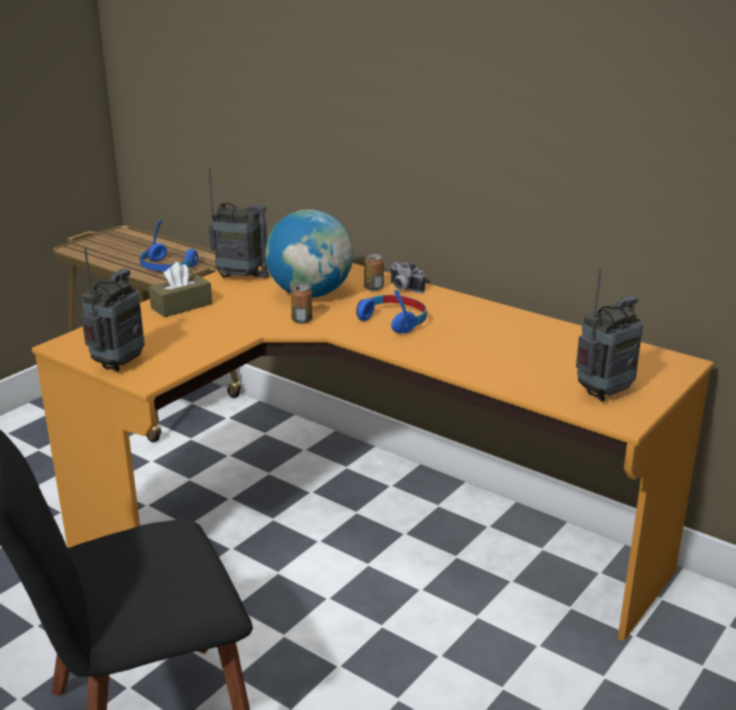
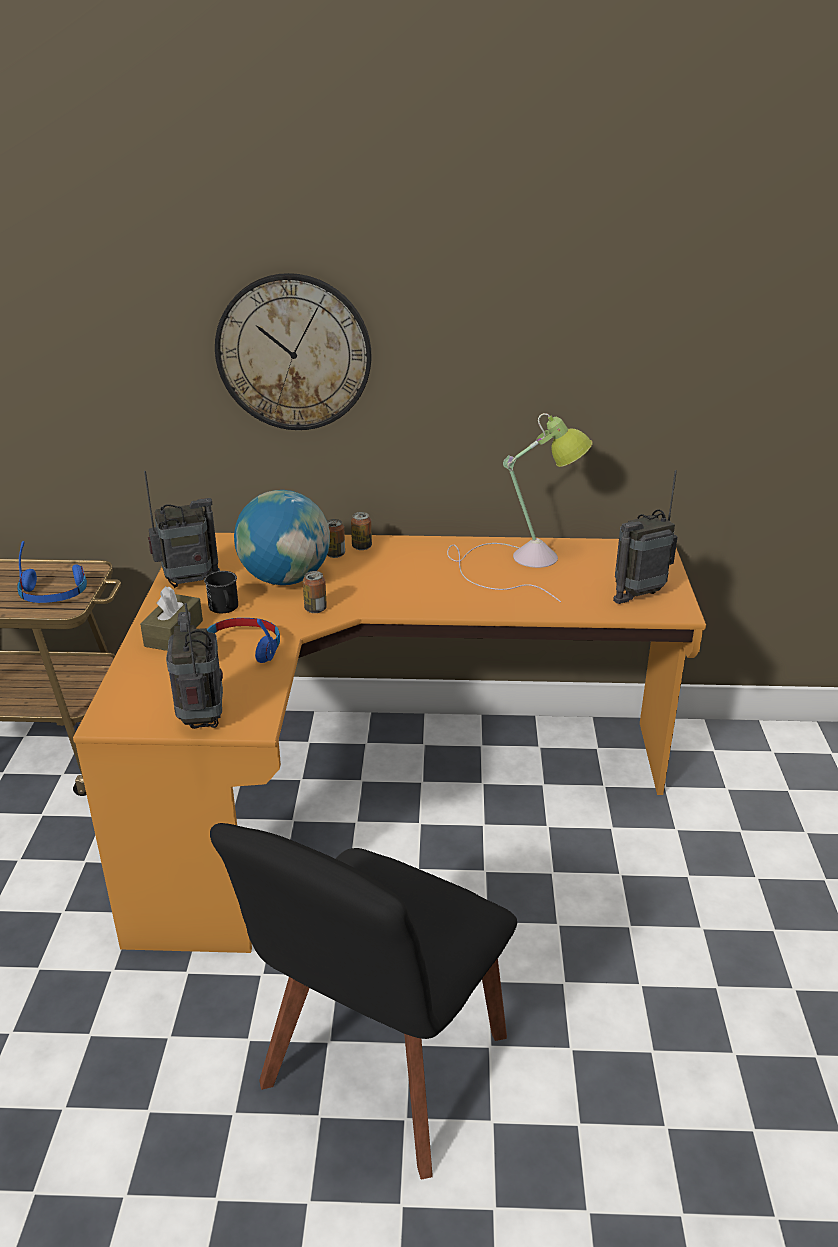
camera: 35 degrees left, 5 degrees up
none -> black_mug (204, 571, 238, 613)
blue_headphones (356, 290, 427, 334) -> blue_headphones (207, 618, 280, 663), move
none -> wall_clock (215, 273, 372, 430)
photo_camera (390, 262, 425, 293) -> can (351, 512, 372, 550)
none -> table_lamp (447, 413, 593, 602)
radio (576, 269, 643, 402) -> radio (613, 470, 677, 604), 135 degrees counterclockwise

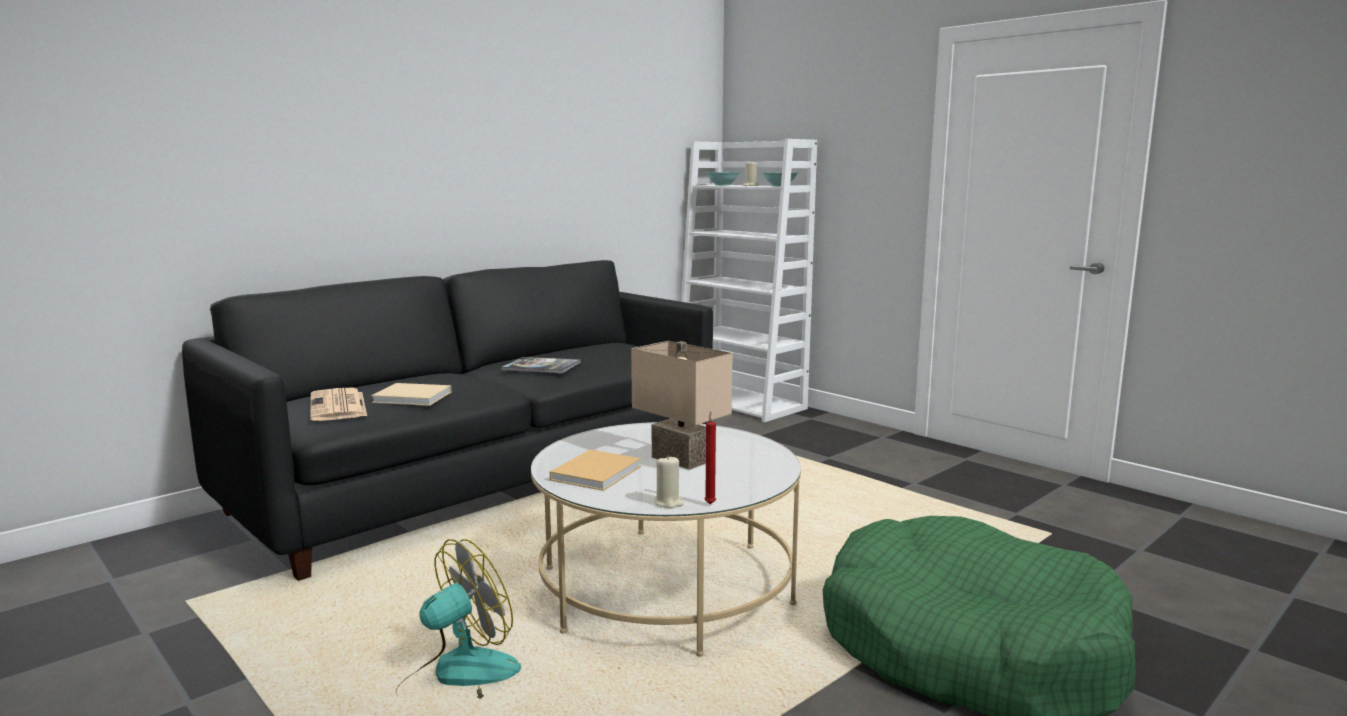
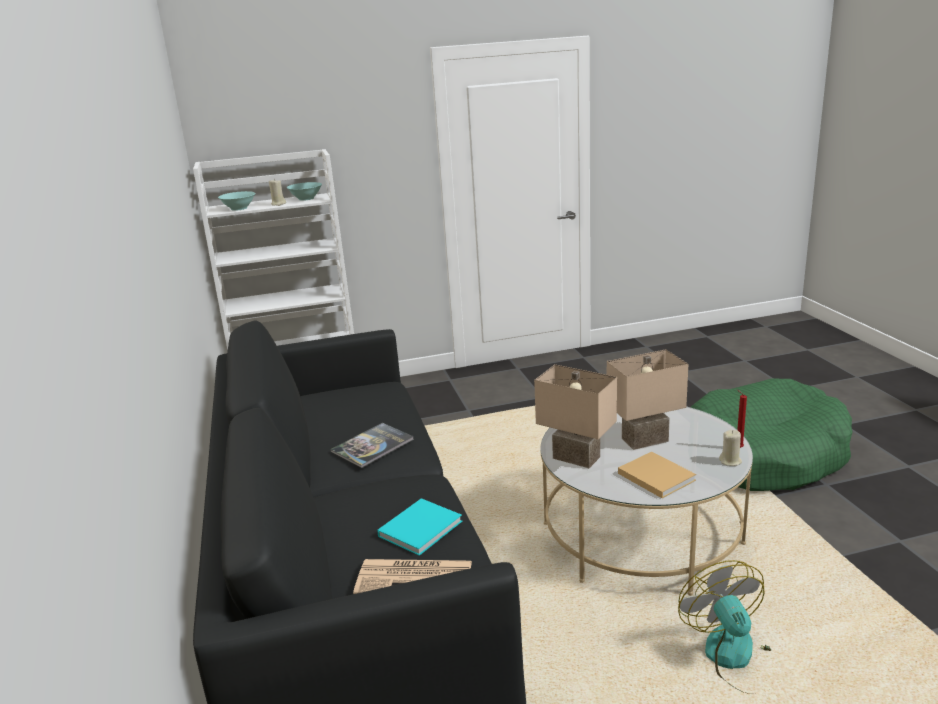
camera: 60 degrees left, 10 degrees up
beige_book (371, 383, 452, 406) -> turquoise_book (377, 498, 462, 556)
none -> beige_table_lamp (534, 364, 617, 468)

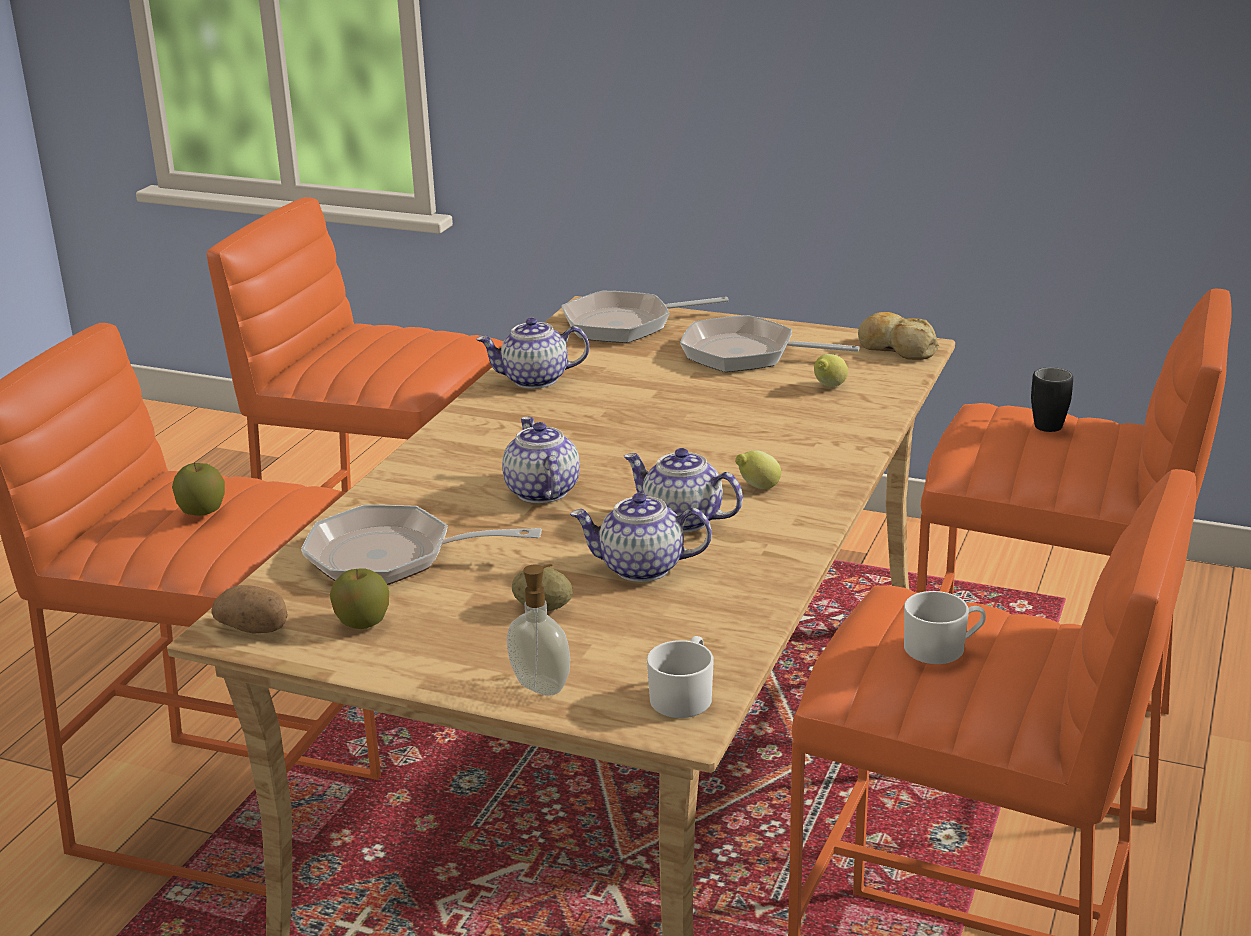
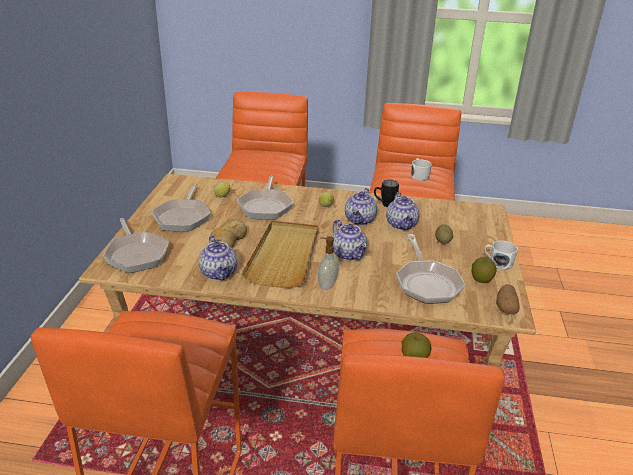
camera: 105 degrees left, 5 degrees up
bread (858, 312, 939, 360) -> bread (210, 219, 247, 248), move
none -> frying_pan (237, 176, 294, 220)
none -> beige_tray (241, 221, 318, 288)
soap_dispenser (507, 564, 570, 695) -> soap_dispenser (318, 236, 339, 290), move
teapot (502, 417, 580, 503) -> teapot (332, 220, 367, 261), 90 degrees counterclockwise
black_mug (1031, 367, 1073, 432) -> black_mug (374, 180, 399, 207), move
white_mug (647, 636, 714, 718) -> white_mug (484, 241, 518, 269), move

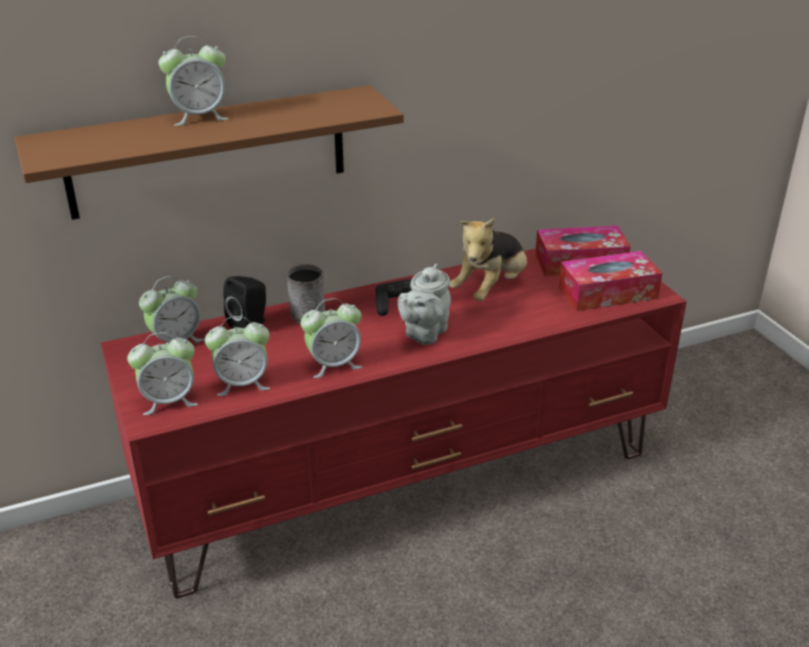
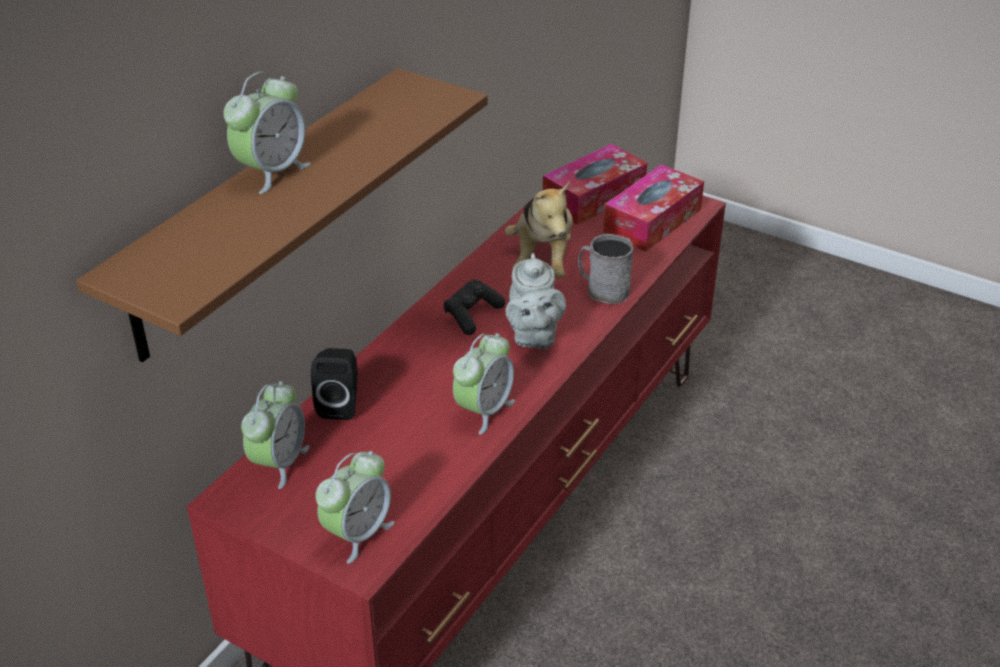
camera: 35 degrees left, 5 degrees up
grey_mug (287, 264, 325, 324) -> grey_mug (578, 234, 633, 305), move
alarm_clock (205, 316, 270, 396) -> none

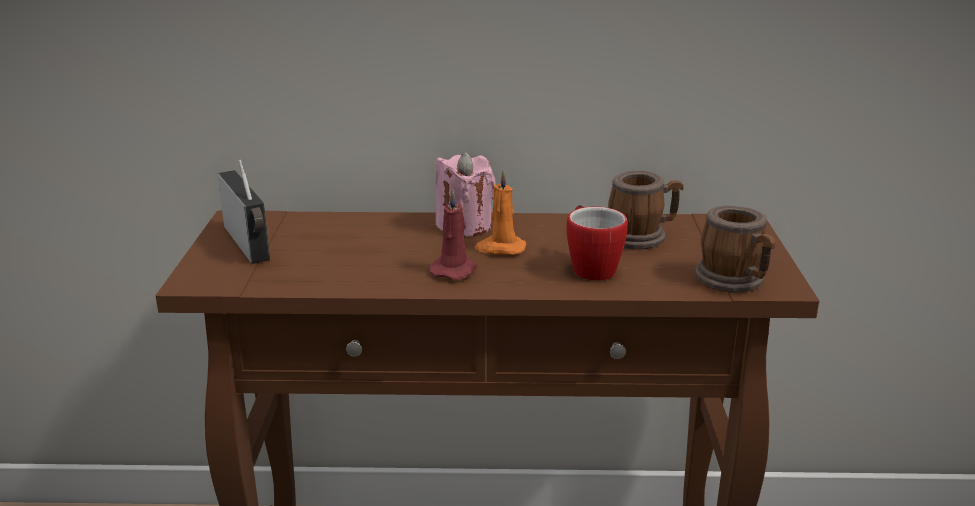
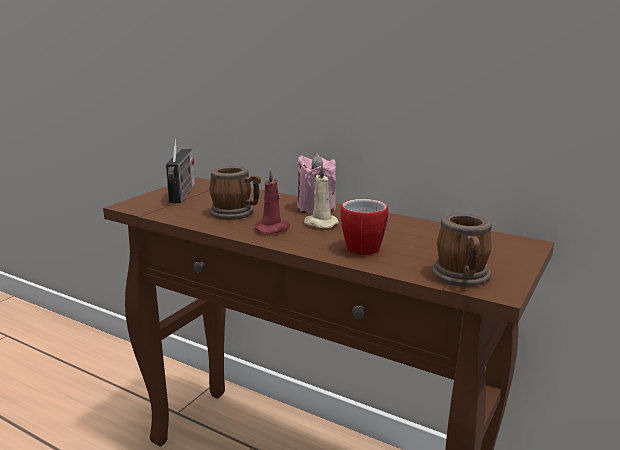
camera: 30 degrees right, 5 degrees down
mug (608, 170, 684, 249) -> mug (209, 166, 261, 220), move
orange_candle (475, 170, 526, 255) -> beige_candle (304, 164, 339, 228)

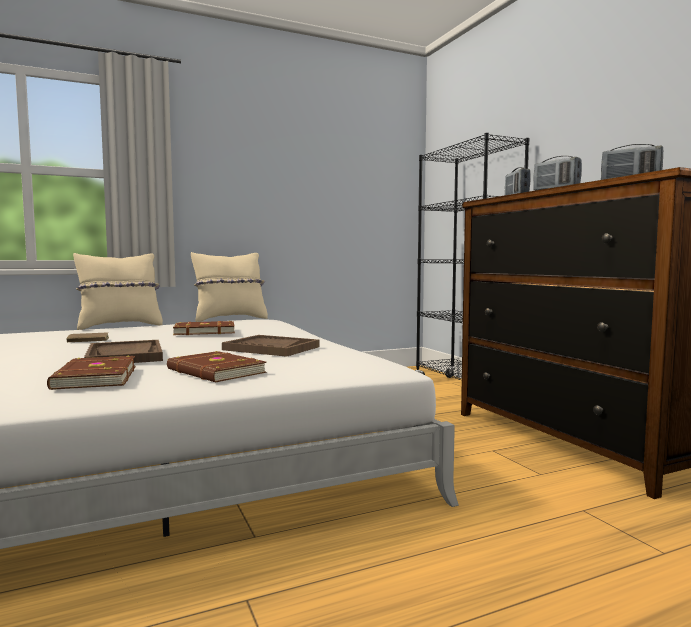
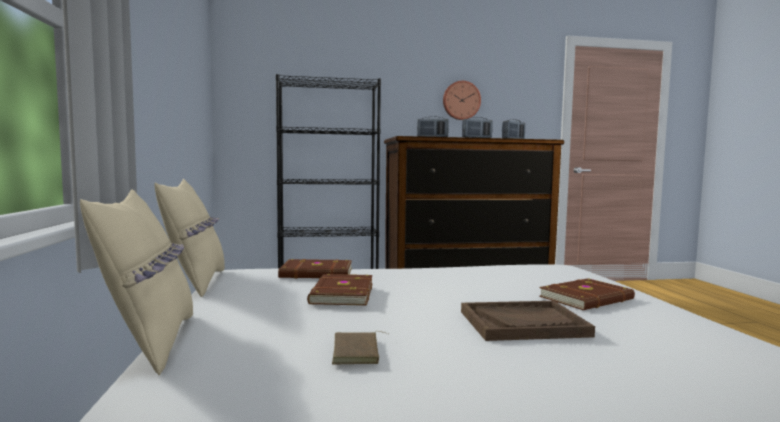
camera: 75 degrees left, 0 degrees up
brown_book (47, 356, 136, 390) -> brown_book (278, 259, 352, 279), move
none -> wall_clock (443, 81, 481, 120)
brown_tray (222, 335, 320, 357) -> none

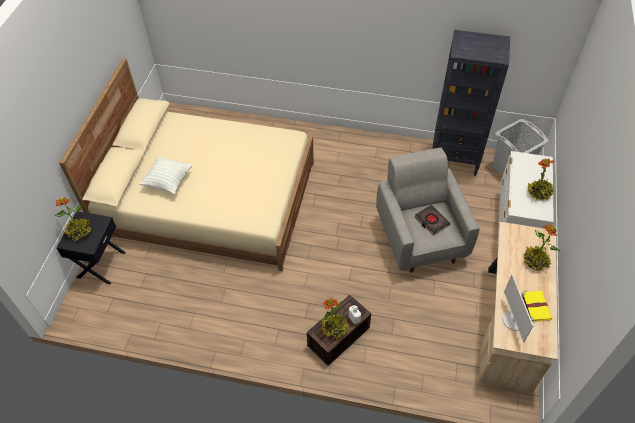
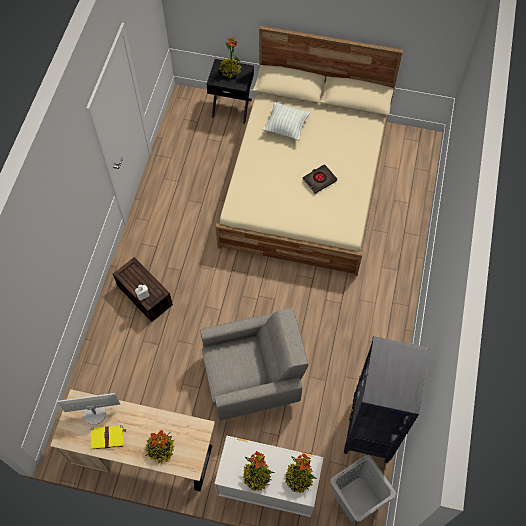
camera: 90 degrees right, 10 degrees up
potted_plant (321, 298, 349, 339) -> potted_plant (285, 453, 317, 493), move
black_book (415, 205, 450, 235) -> black_book (303, 164, 337, 194), move

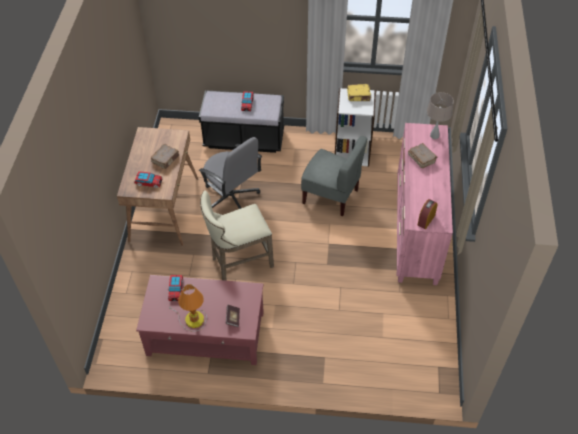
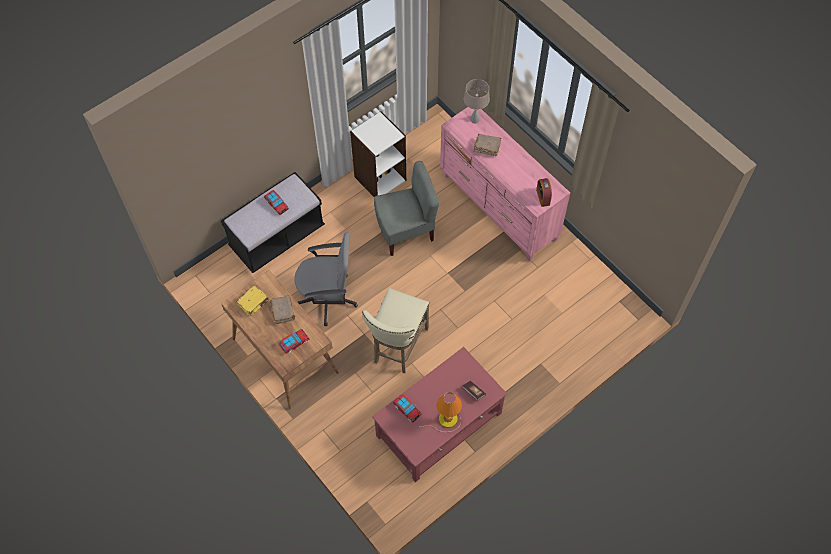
camera: 45 degrees left, 10 degrees up
yellow_book (347, 84, 371, 101) -> yellow_book (236, 286, 269, 316), move

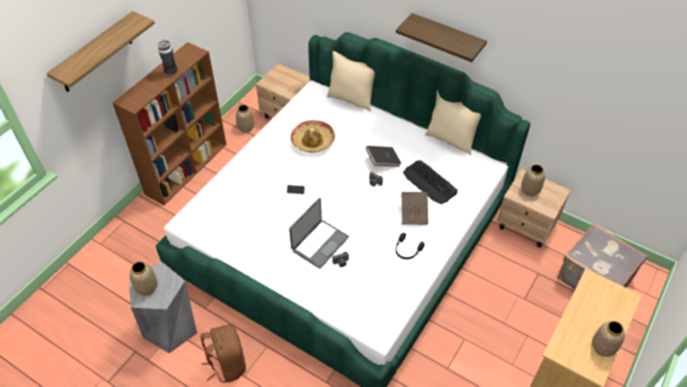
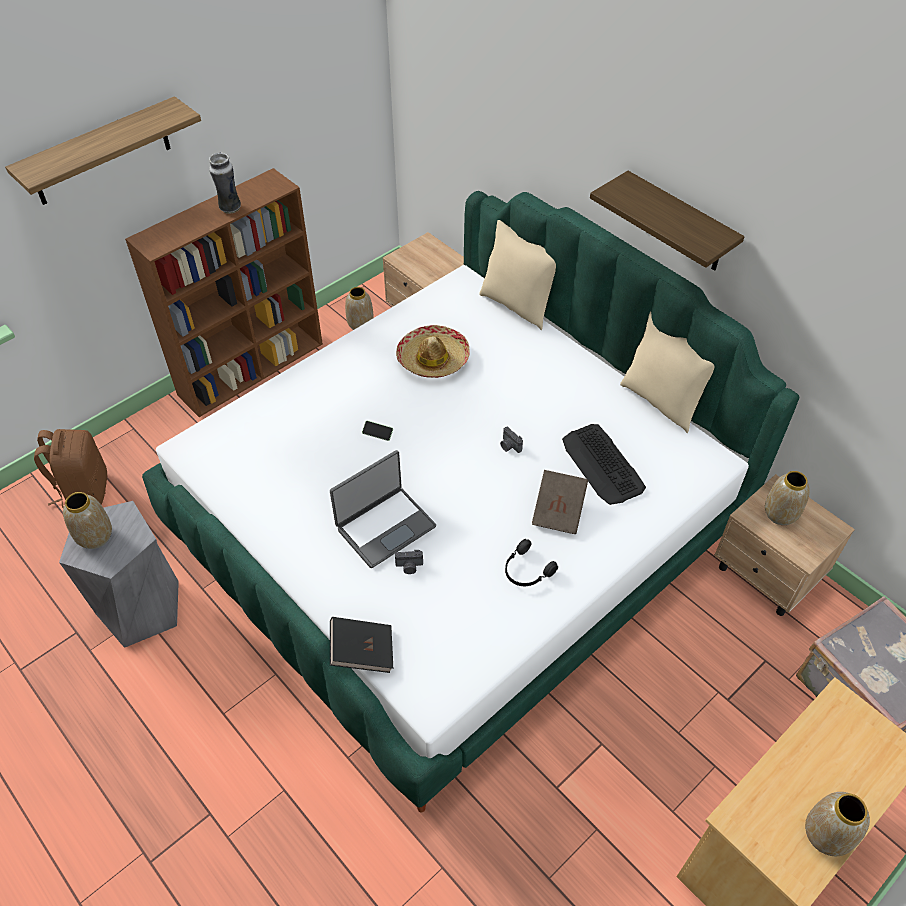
camera: 15 degrees right, 0 degrees up
brown_backpack (200, 324, 246, 383) -> brown_backpack (34, 429, 108, 508), move
black_book (366, 146, 401, 167) -> black_book (330, 617, 393, 673), move

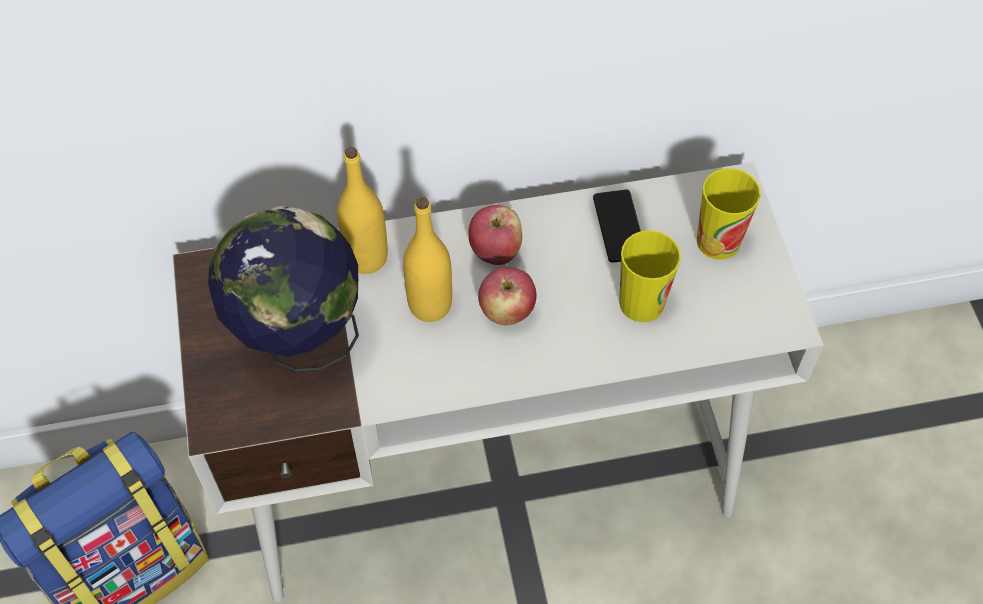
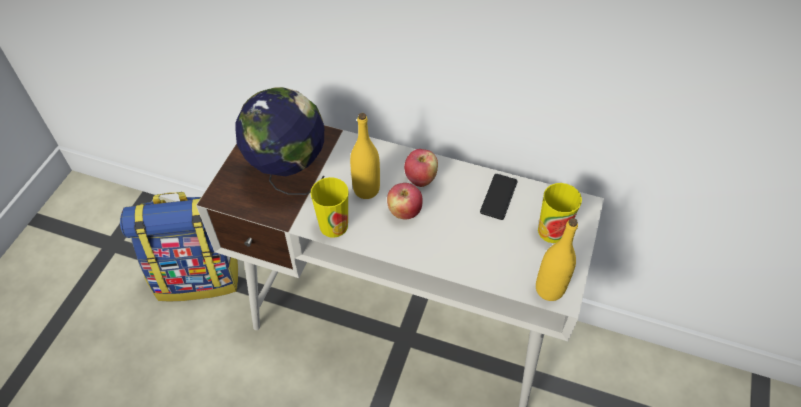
camera: 30 degrees right, 5 degrees down
cup (619, 230, 681, 322) -> cup (310, 177, 349, 238), move
yellow_bottle (337, 147, 388, 274) -> yellow_bottle (536, 218, 578, 301), move

